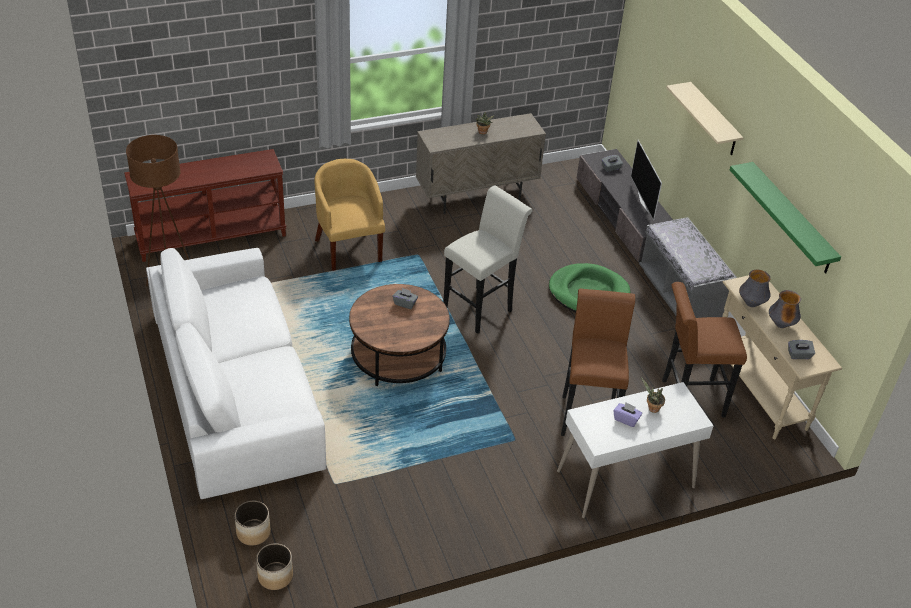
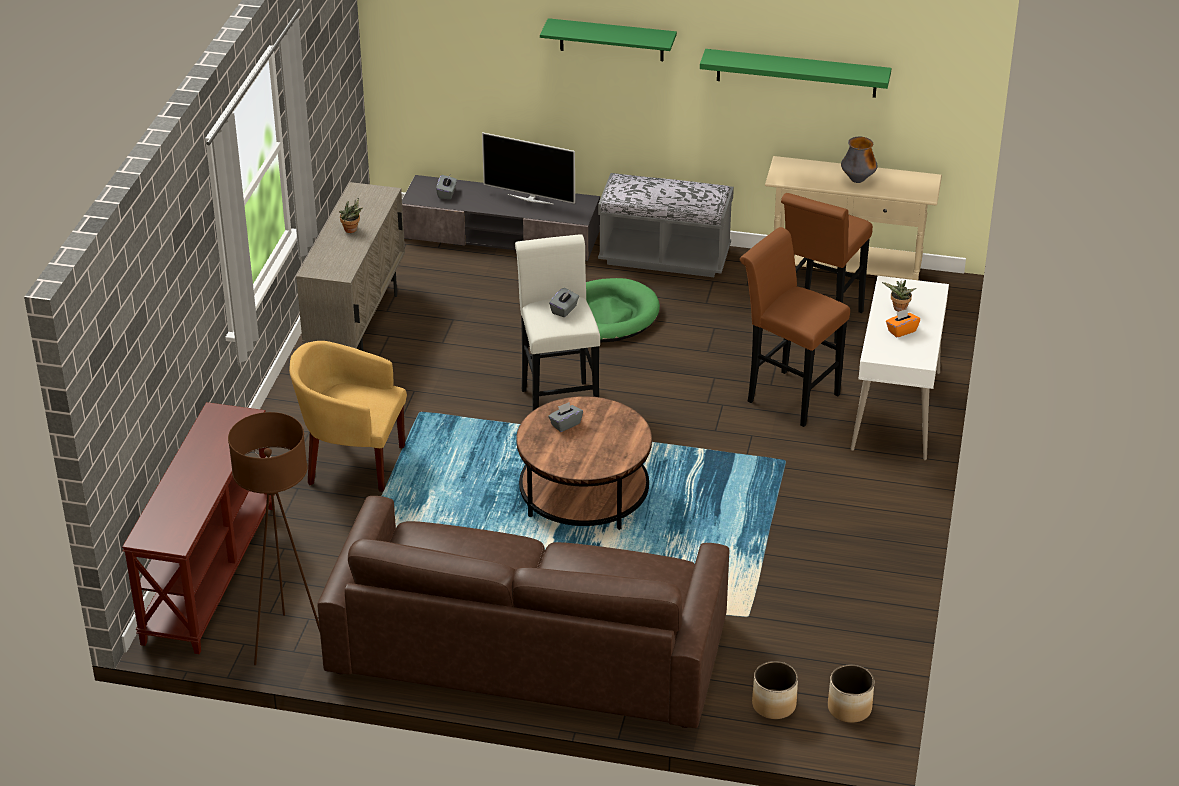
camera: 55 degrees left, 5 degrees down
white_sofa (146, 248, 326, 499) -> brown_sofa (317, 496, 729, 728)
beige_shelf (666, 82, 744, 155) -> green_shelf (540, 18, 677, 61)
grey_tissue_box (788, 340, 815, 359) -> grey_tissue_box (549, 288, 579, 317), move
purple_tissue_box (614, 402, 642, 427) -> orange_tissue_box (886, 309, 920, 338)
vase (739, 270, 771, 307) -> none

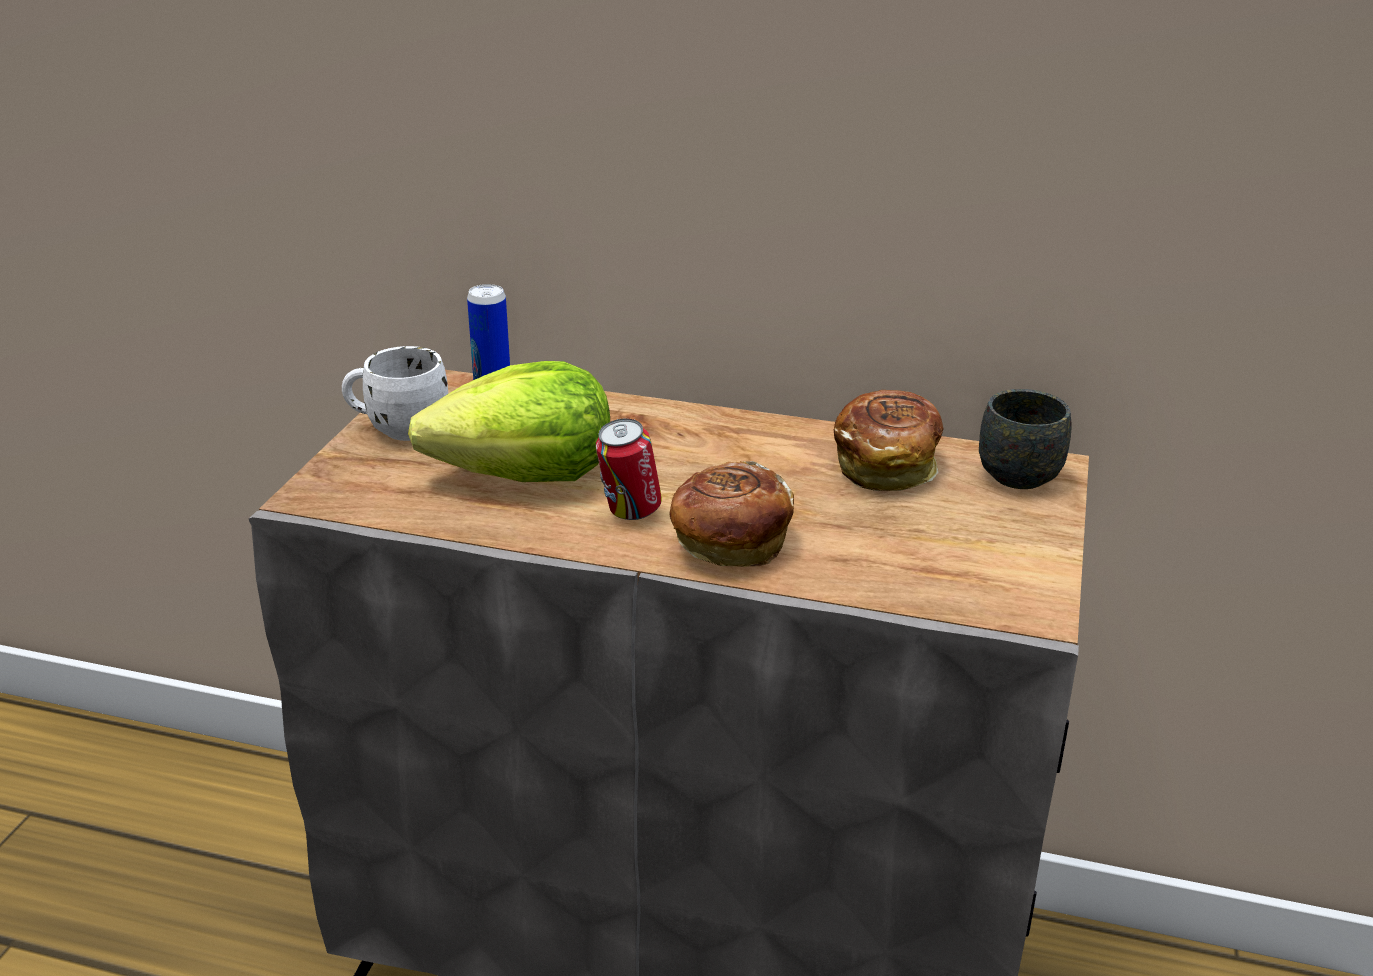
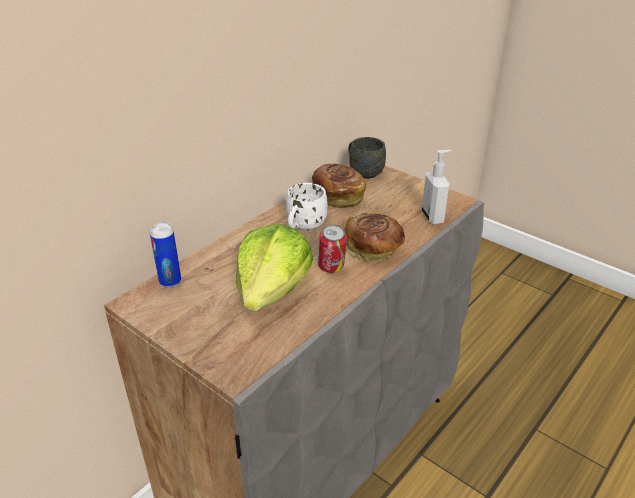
camera: 65 degrees left, 5 degrees up
white_mug (342, 346, 448, 441) -> white_mug (286, 183, 327, 230), move
none -> soap_dispenser (422, 150, 451, 224)

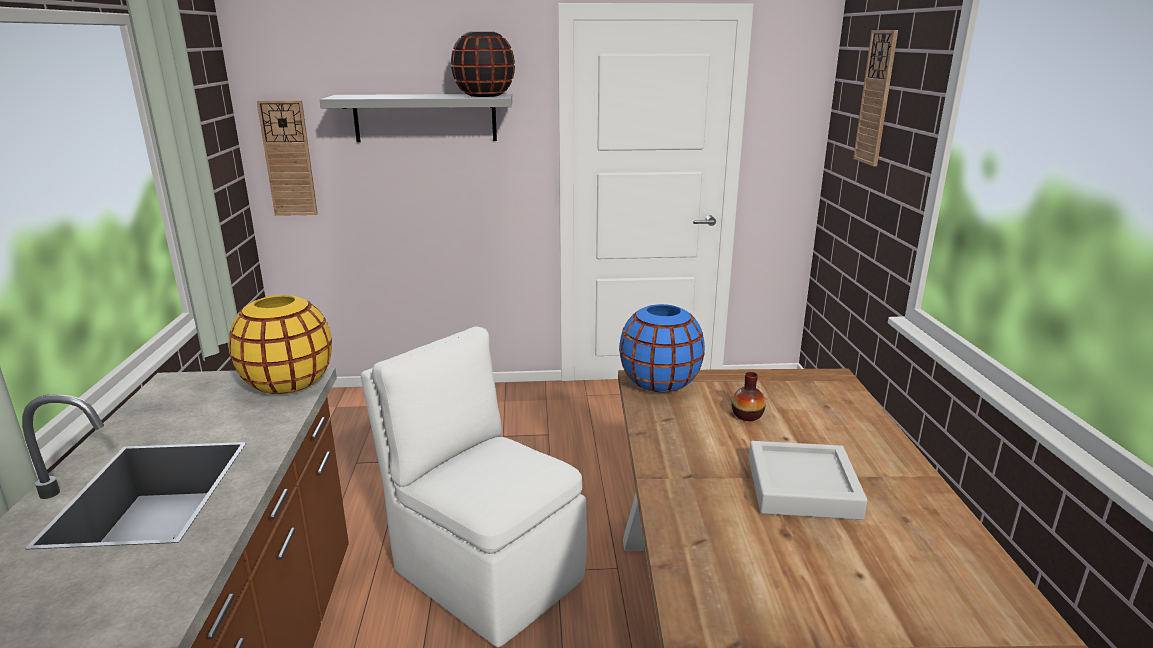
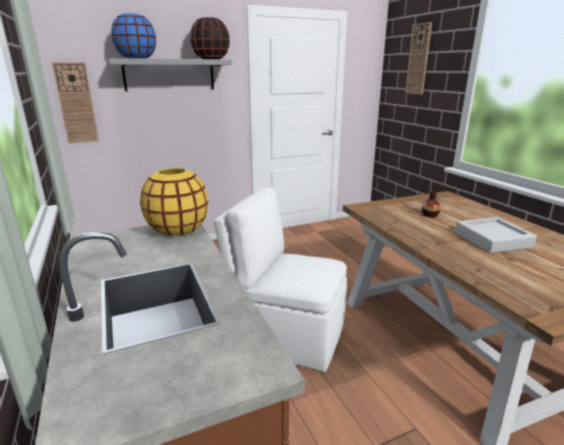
camera: 20 degrees left, 0 degrees up
blue_vase (619, 304, 705, 392) -> blue_vase (111, 13, 156, 59), move

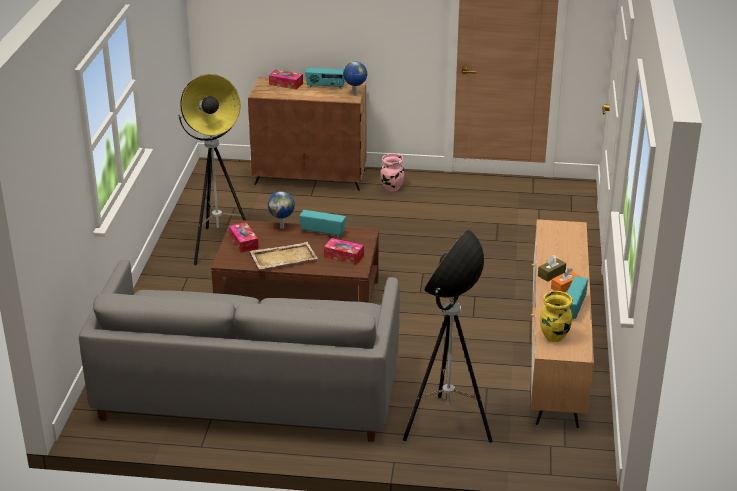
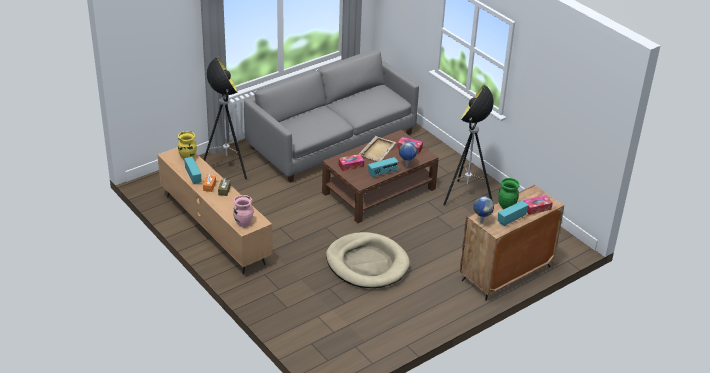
camera: 135 degrees right, 5 degrees up
pink_vase (381, 153, 404, 192) -> pink_vase (233, 195, 253, 227), move
none -> beige_dog_bed (326, 232, 410, 288)
none -> green_vase (498, 178, 520, 209)

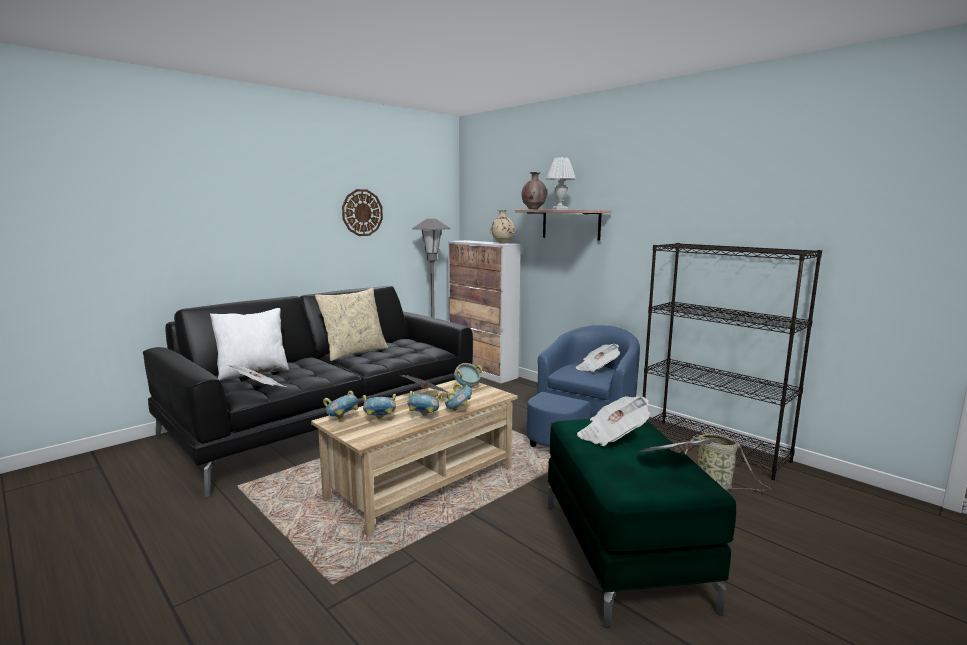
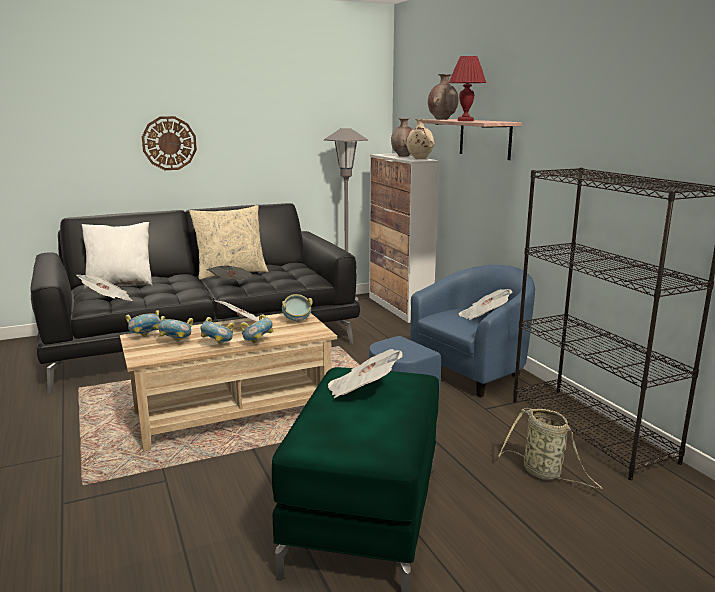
camera: 20 degrees right, 5 degrees up
wall_clock (342, 189, 383, 236) -> wall_clock (142, 116, 197, 170), move
newspaper (639, 439, 719, 453) -> newspaper (207, 266, 253, 280), move
none -> brown_vase (391, 118, 413, 157)
white_table_lamp (546, 157, 576, 210) -> red_table_lamp (449, 56, 486, 121)

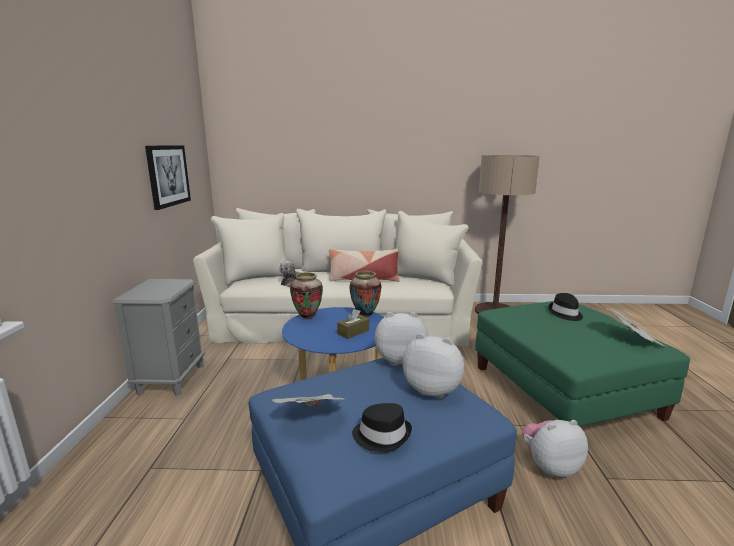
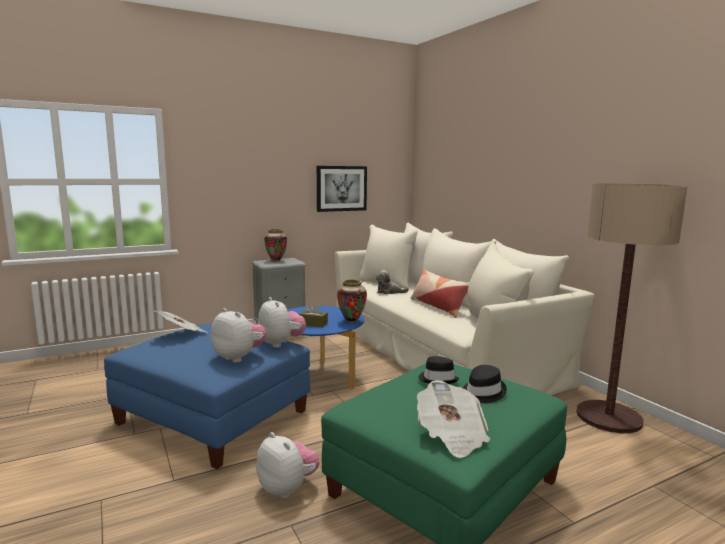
camera: 60 degrees right, 5 degrees down
plush_toy (403, 333, 464, 399) -> plush_toy (211, 308, 266, 363), 45 degrees counterclockwise
vase (290, 272, 323, 319) -> vase (264, 229, 287, 261), move
black_hat (352, 403, 412, 452) -> black_hat (418, 356, 459, 384), move

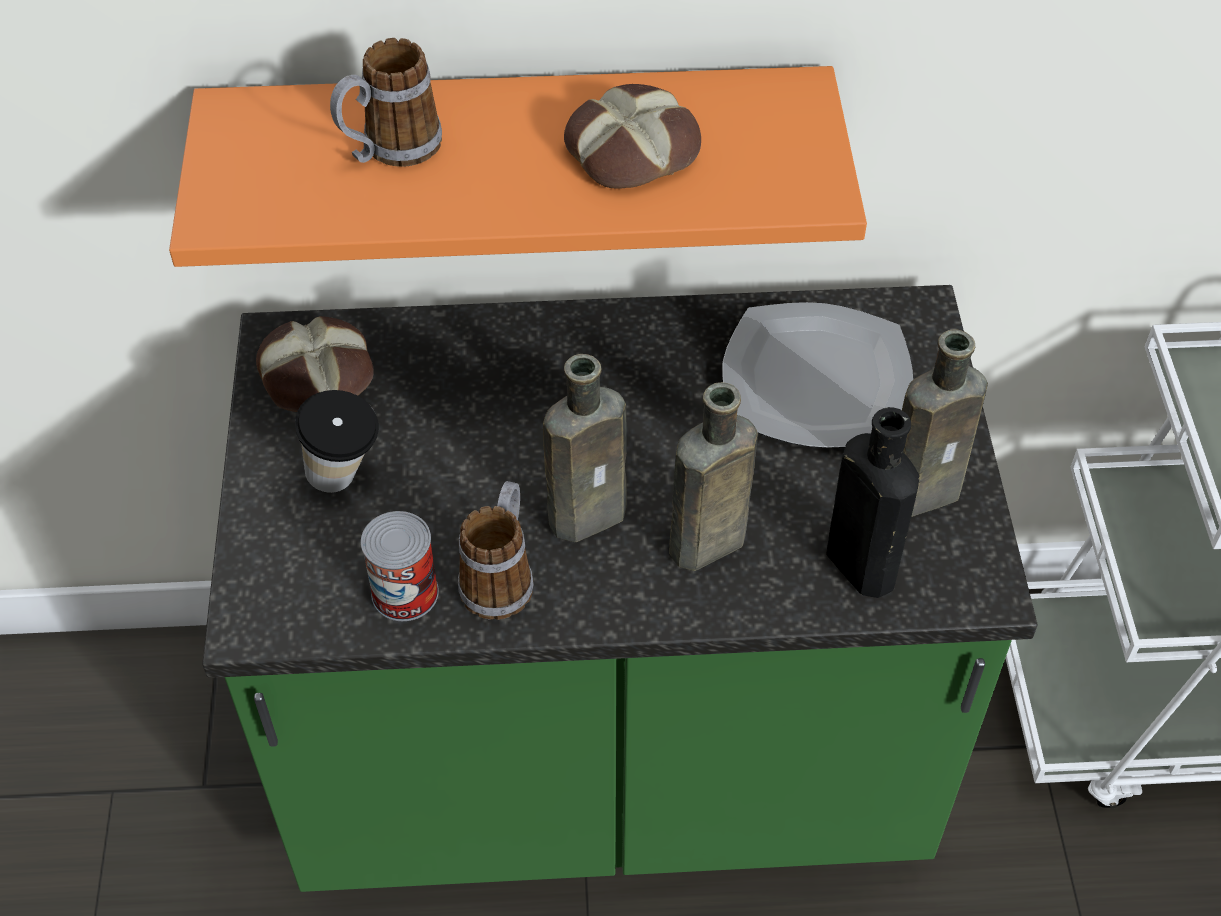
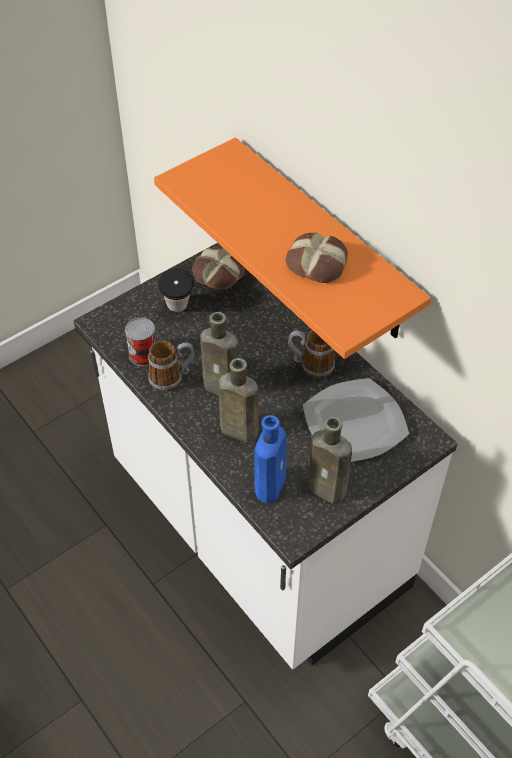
camera: 55 degrees right, 0 degrees up
green_counter (202, 285, 1038, 892) -> white_counter (74, 243, 457, 669)
black_bottle (826, 407, 919, 598) -> blue_bottle (254, 415, 287, 503)
mug (330, 38, 442, 167) -> mug (288, 330, 335, 378), move

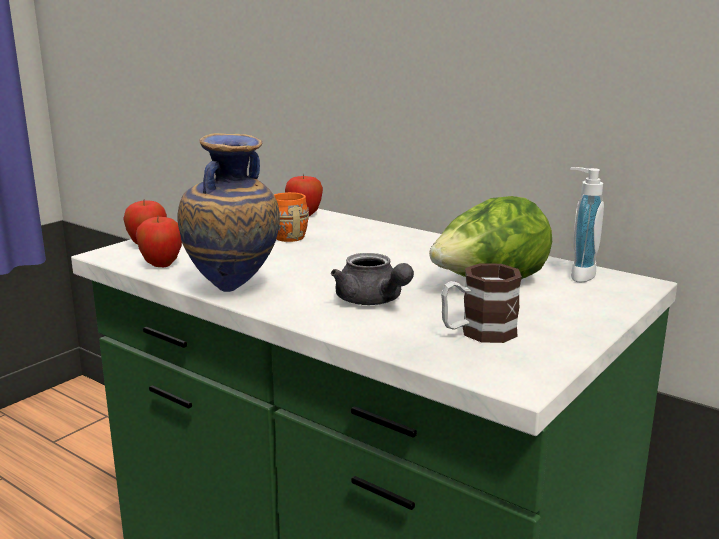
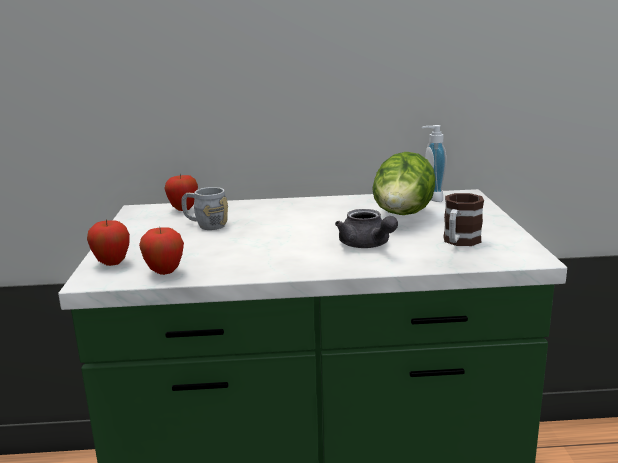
camera: 40 degrees left, 0 degrees up
orange_mug (274, 192, 309, 242) -> grey_mug (181, 187, 228, 230)
grey_teapot (331, 253, 414, 305) -> grey_teapot (335, 209, 398, 248), 45 degrees clockwise
vase (177, 133, 280, 292) -> none

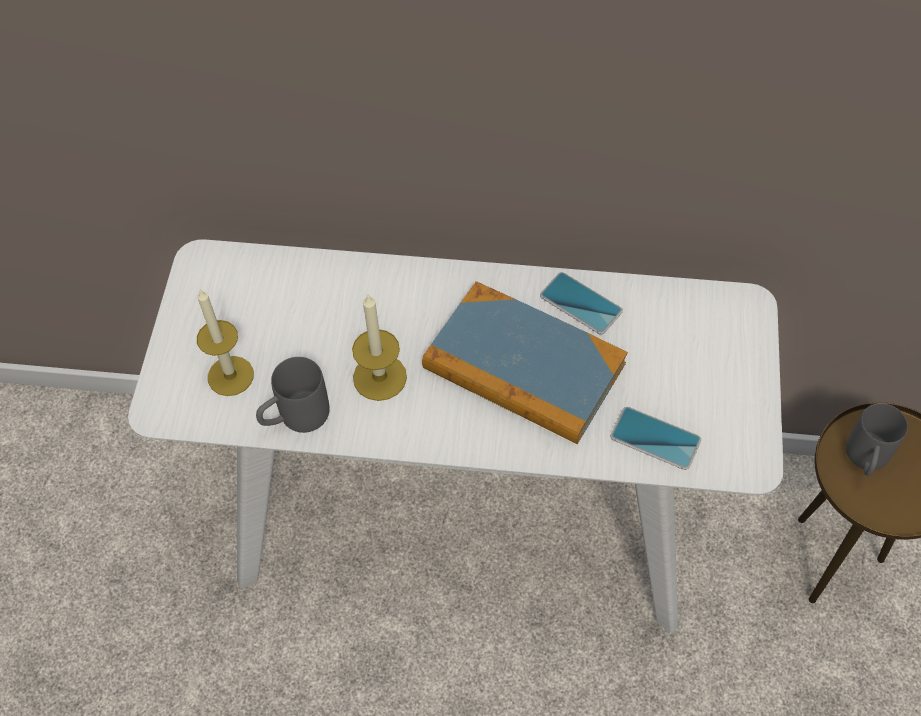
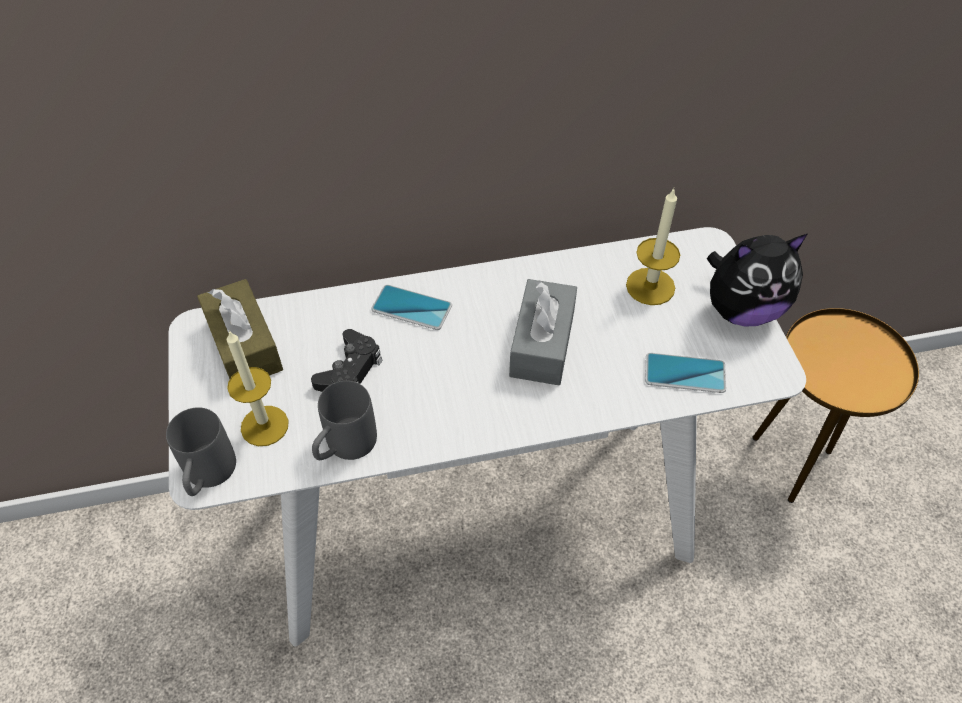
camera: 20 degrees left, 5 degrees down
grey_mug (846, 403, 908, 476) -> grey_mug (166, 407, 236, 496), move
none -> brown_tissue_box (197, 279, 283, 379)
none -> black_game_controller (311, 329, 382, 392)
phone (540, 272, 623, 335) -> phone (371, 285, 452, 330), move
book (422, 281, 628, 444) -> grey_tissue_box (509, 279, 577, 385)
candle (352, 295, 407, 401) -> candle (626, 188, 680, 305), move
none -> plush_toy (707, 233, 808, 327)

